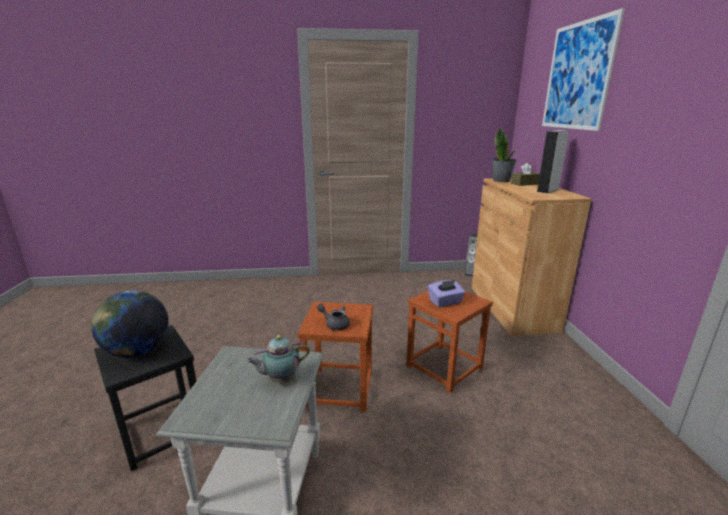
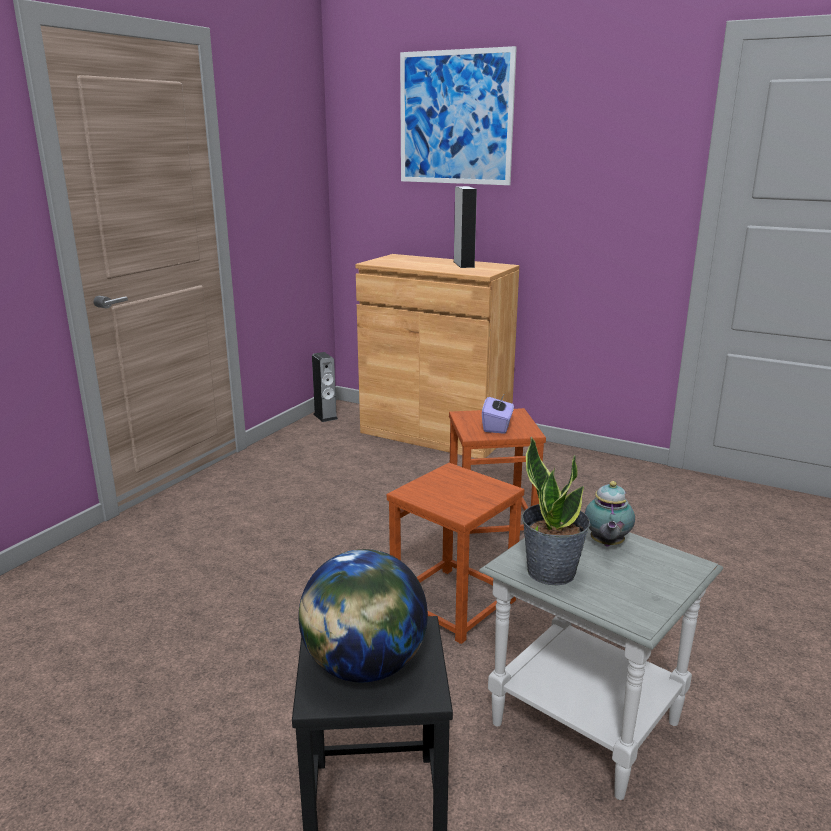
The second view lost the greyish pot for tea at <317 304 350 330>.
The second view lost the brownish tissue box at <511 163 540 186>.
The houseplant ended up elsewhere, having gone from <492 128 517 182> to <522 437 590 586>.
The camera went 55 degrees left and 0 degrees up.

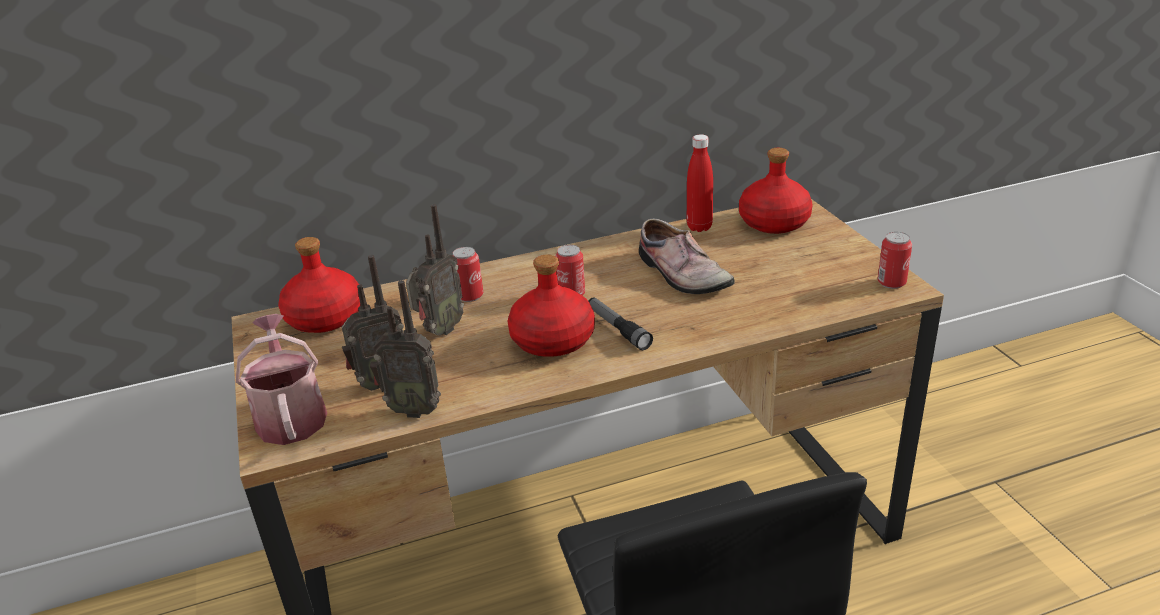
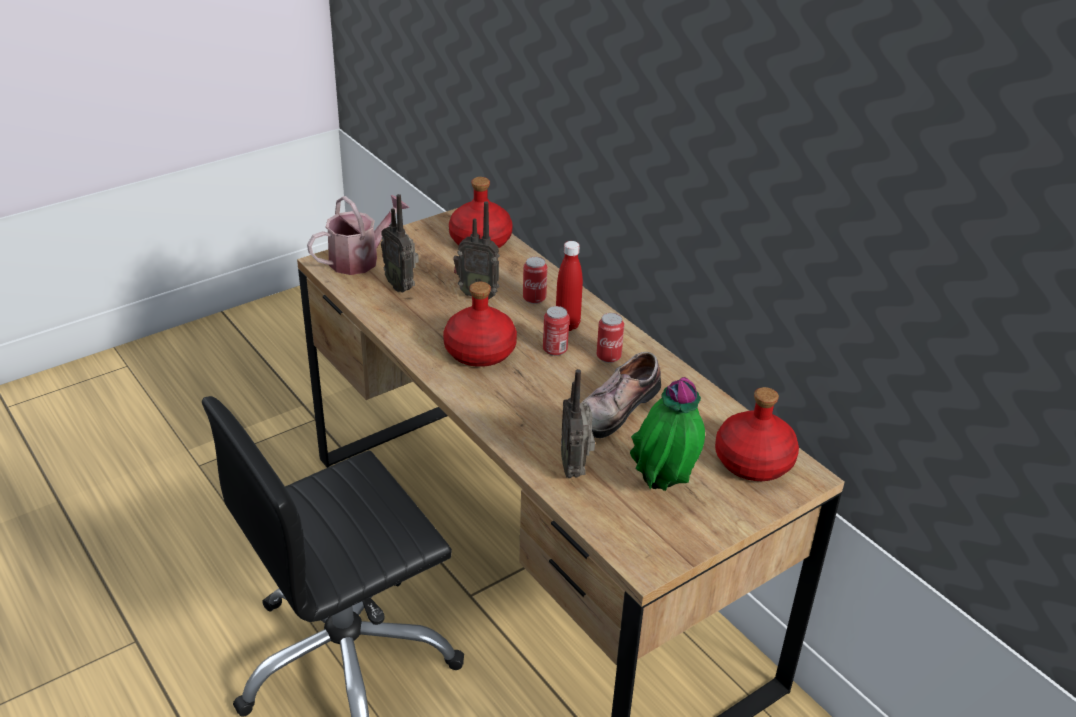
The second view lost the hand torch at <588 297 653 350>.
The second view gained the houseplant at <630 377 705 491>.
The radio set ended up elsewhere, having gone from <370 280 441 418> to <561 369 595 478>.
The reddish bottle ended up elsewhere, having gone from <687 134 713 232> to <556 241 583 331>.
The sealed can ended up elsewhere, having gone from <878 232 912 289> to <597 313 624 363>.
The camera went 70 degrees right and 5 degrees up.

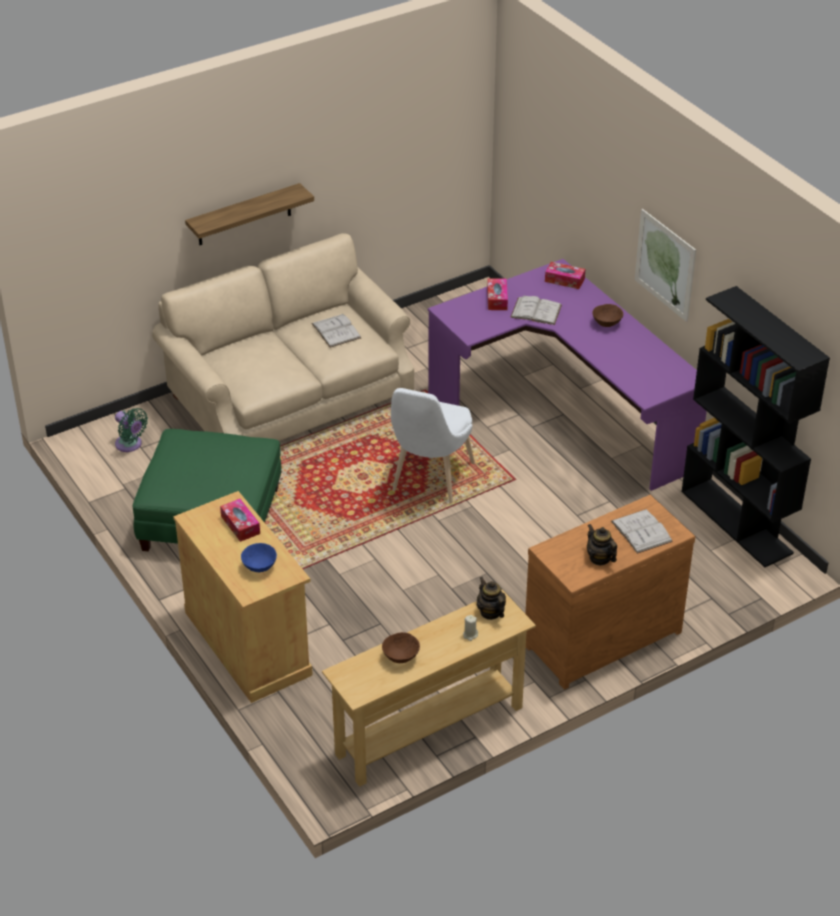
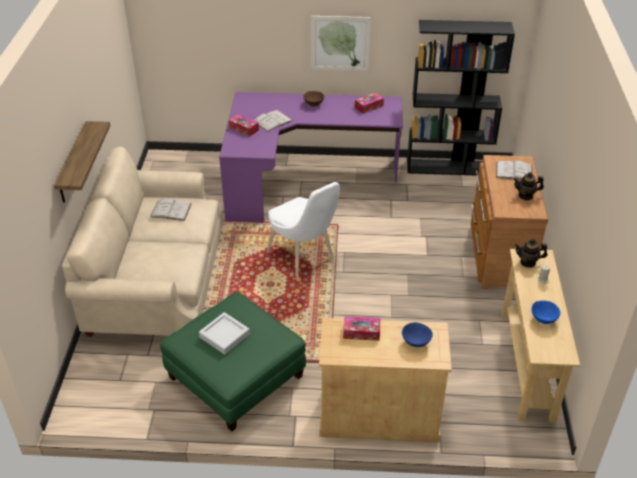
The second view lost the green-coloured cooling fan at <115 408 148 452>.
The second view gained the greyish serving tray at <199 312 250 355>.
The tissue box ended up elsewhere, having gone from <545 262 585 289> to <355 93 384 114>.
What was the brownish serving bowl at <382 632 420 663> turned into the bluish serving bowl at <531 301 560 324>.
The camera went 55 degrees left and 0 degrees up.

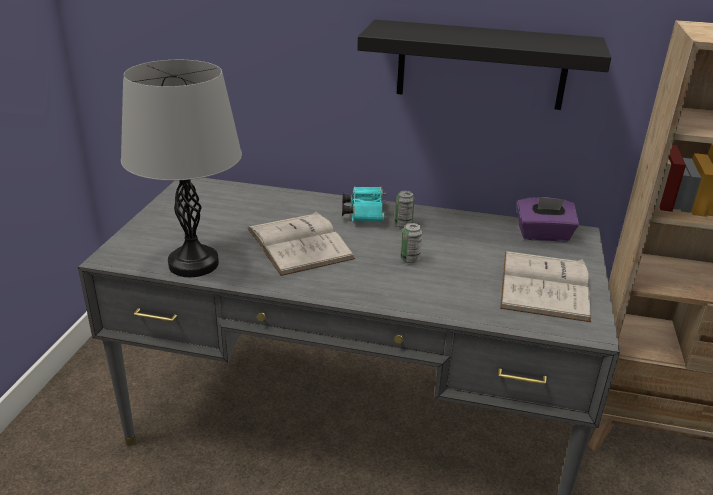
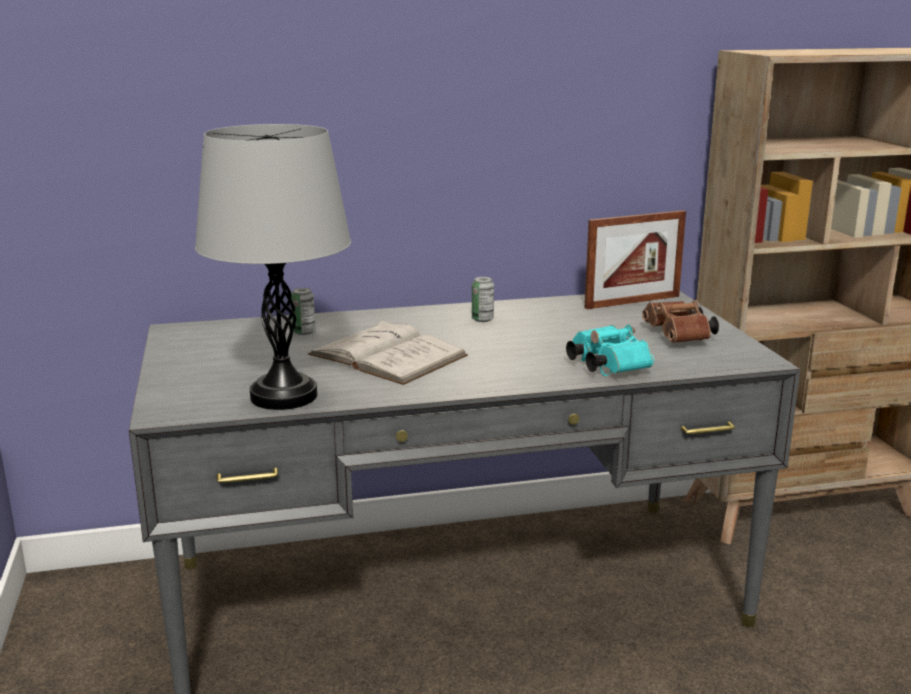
The second view lost the black-coloured bracket shelf at <357 20 611 110>.
The blue-green field glasses ended up elsewhere, having gone from <342 187 386 222> to <566 324 654 376>.
The sealed can ended up elsewhere, having gone from <400 223 422 263> to <291 288 315 335>.
Where the whitish book stood at <500 251 591 322>, the brownish field glasses came to stand at <642 300 719 343>.
Where the purplish tissue box stood at <517 197 579 242>, the picture frame came to stand at <585 210 686 309>.
The camera went 25 degrees left and 10 degrees down.

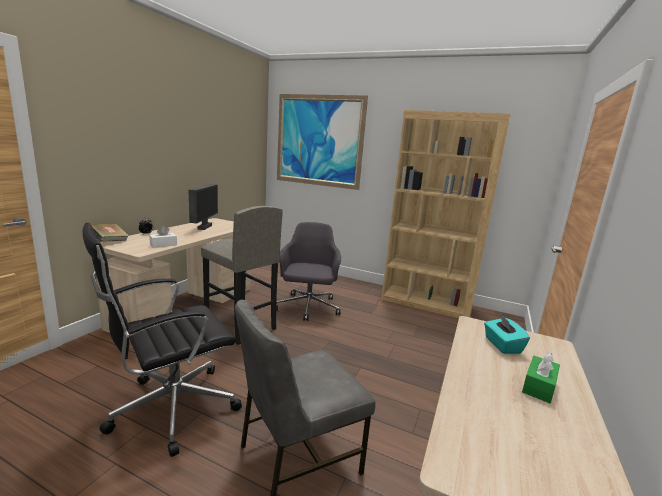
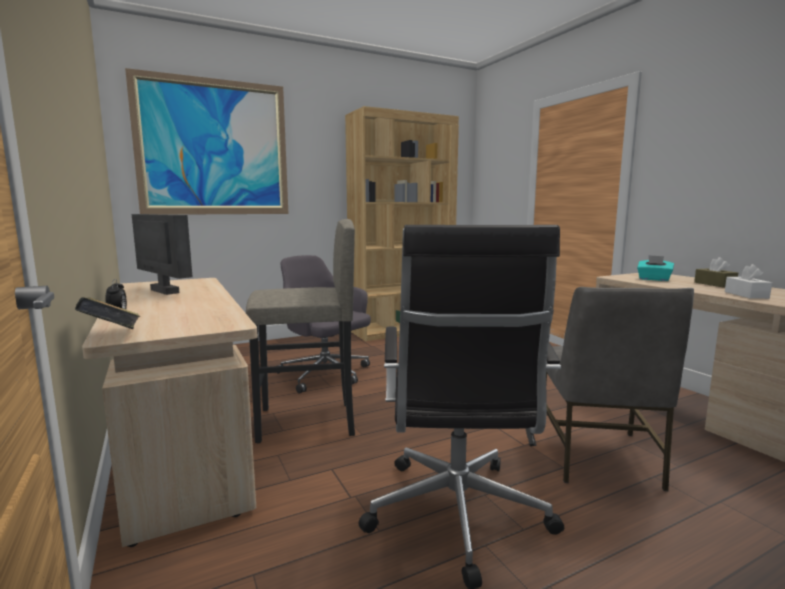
The whitish tissue box ended up elsewhere, having gone from <149 226 177 248> to <725 264 772 299>.
What was the green-coloured tissue box at <522 352 560 403> turned into the brownish tissue box at <694 257 738 287>.
The camera went 50 degrees left and 5 degrees down.

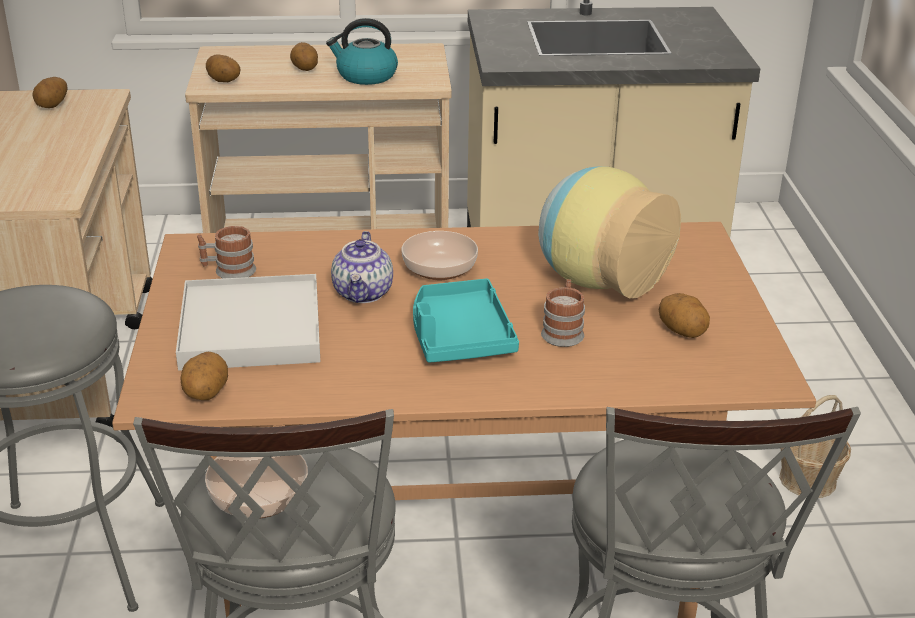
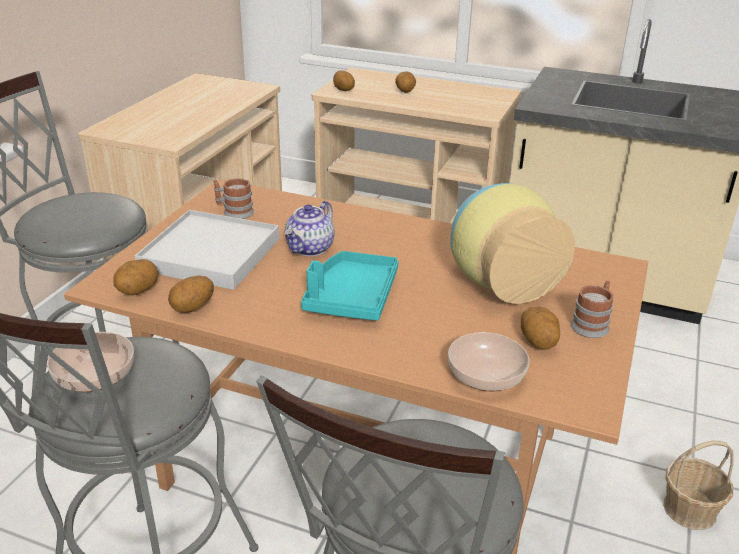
The second view lost the water kettle at <326 18 398 85>.
The whole potato ended up elsewhere, having gone from <32 77 68 108> to <168 275 214 313>.
The serving bowl ended up elsewhere, having gone from <401 231 478 280> to <448 332 530 391>.
The coffee mug ended up elsewhere, having gone from <541 279 585 347> to <571 281 614 338>.
The camera went 25 degrees right and 0 degrees up.

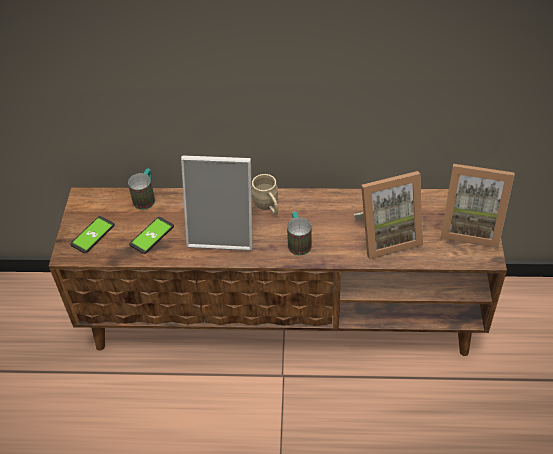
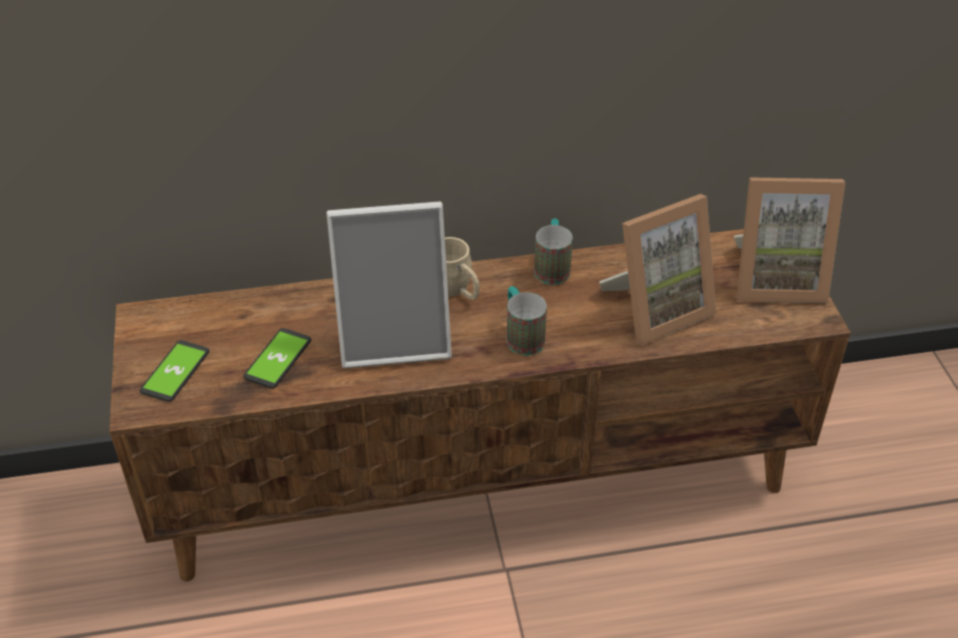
The coffee mug ended up elsewhere, having gone from <128 169 155 210> to <534 219 573 285>.
The camera went 15 degrees left and 5 degrees down.

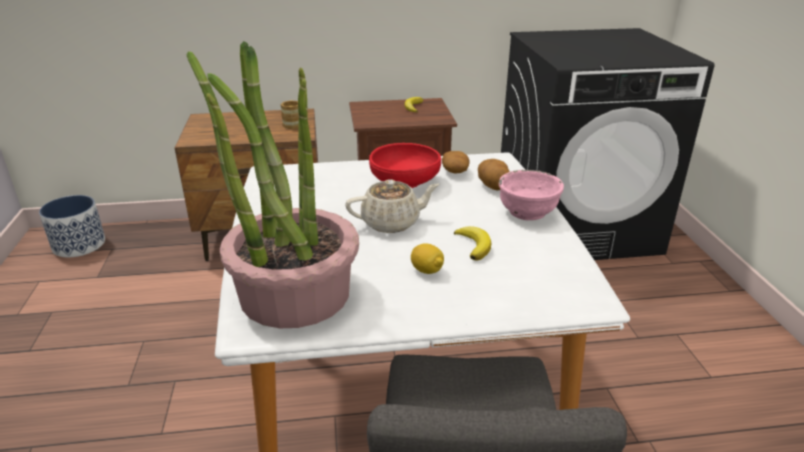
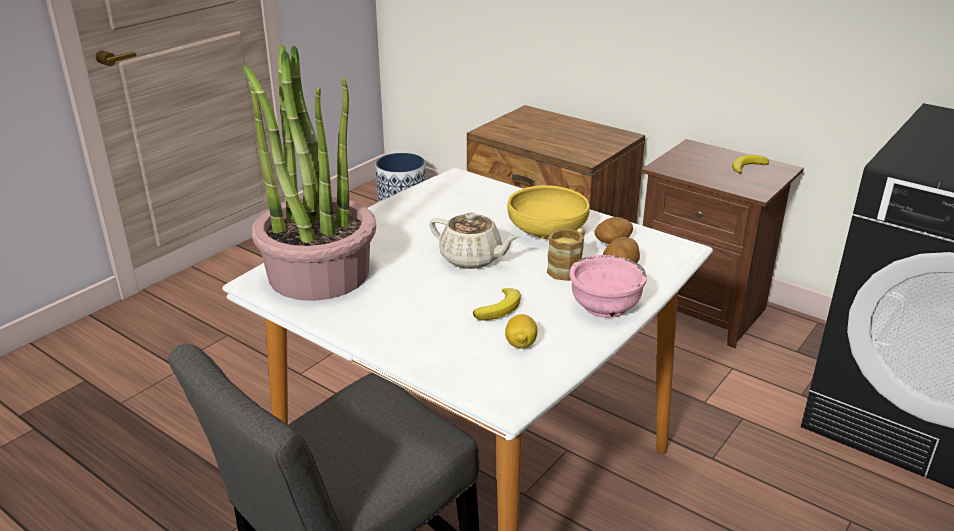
The coffee mug ended up elsewhere, having gone from <280 100 299 129> to <547 228 585 281>.
The whole lemon ended up elsewhere, having gone from <411 243 444 274> to <505 314 538 349>.
What was the reddish serving bowl at <369 143 441 188> turned into the yellow serving bowl at <507 185 590 239>.
The camera went 45 degrees right and 0 degrees up.

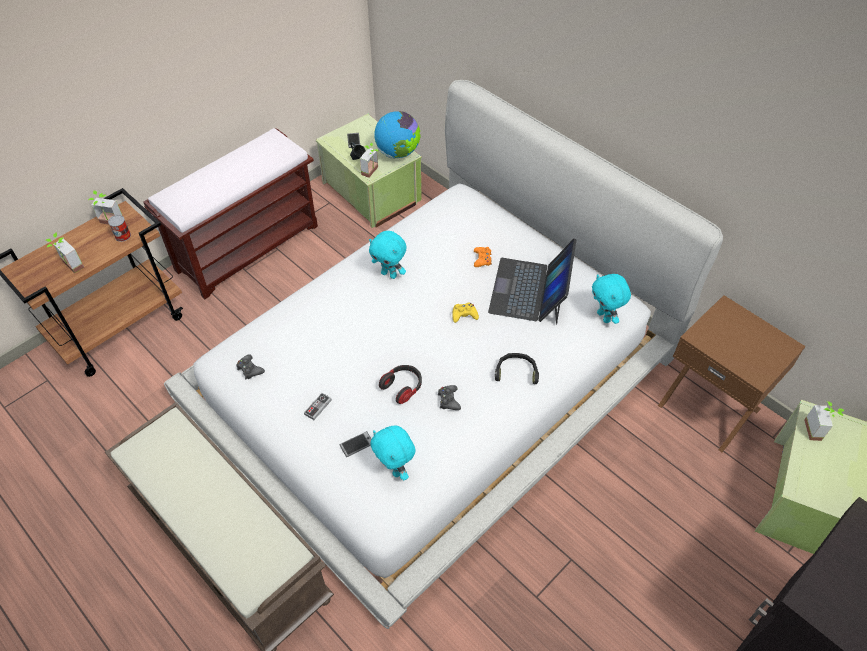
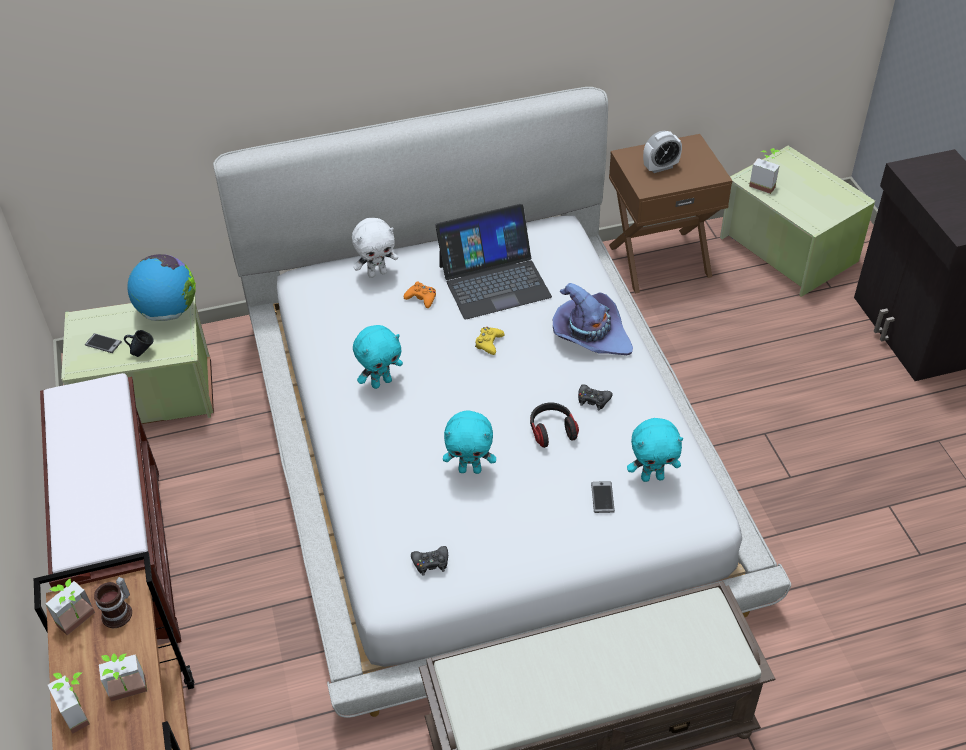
The second view lost the gamepad at <304 393 332 420>.
The second view gained the whitish plush toy at <352 218 398 278>.
The second view gained the table clock at <643 131 682 173>.
The houseplant ended up elsewhere, having gone from <360 143 378 178> to <48 672 90 734>.
The blue-green plush toy ended up elsewhere, having gone from <592 274 631 324> to <443 410 496 474>.
Where the sealed can stood at <108 215 131 242>, the coffee mug came to stand at <94 577 132 628>.
Where the black-coloured headset stood at <495 353 539 384>, the purplish hat came to stand at <553 283 633 355>.
The laptop at <488 239 576 325> ended up facing another way, 60 degrees counterclockwise from before.
The camera went 60 degrees left and 5 degrees down.

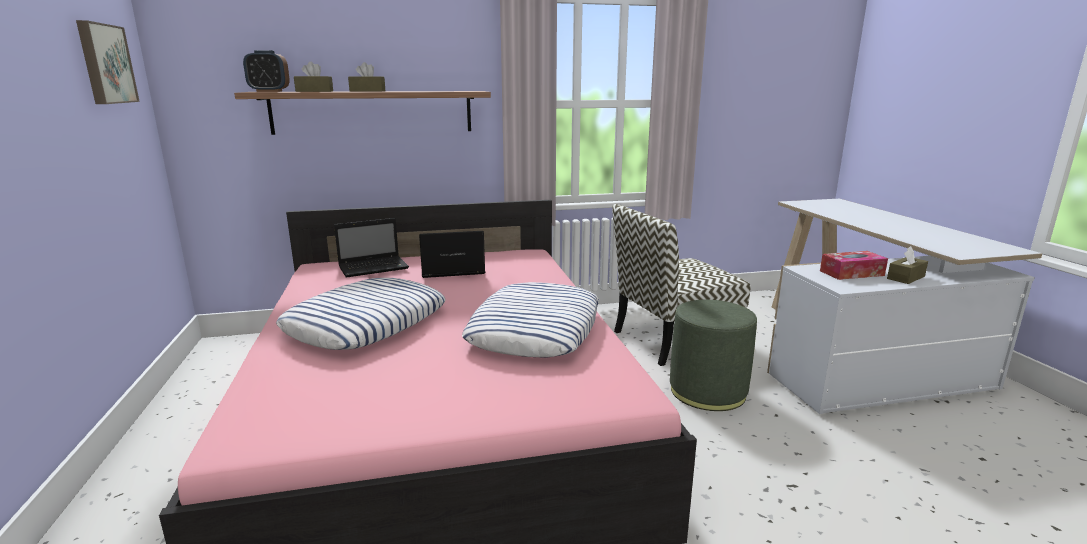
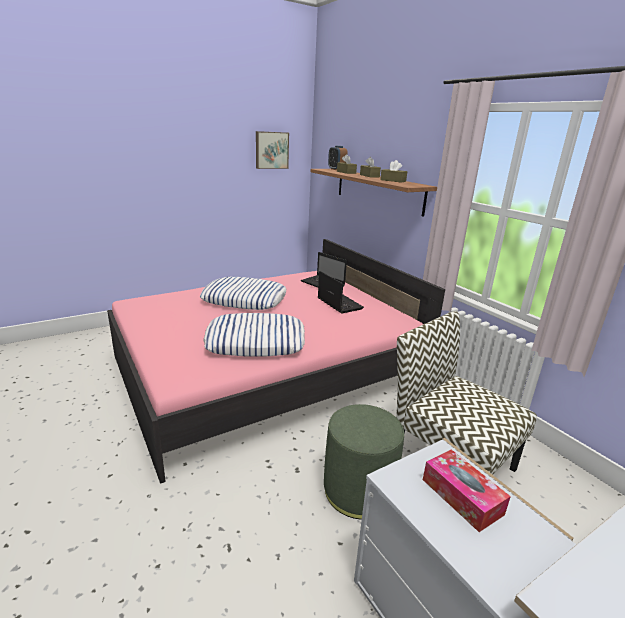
The brownish tissue box ended up elsewhere, having gone from <887 246 928 284> to <380 160 407 182>.
The camera went 70 degrees right and 5 degrees up.

